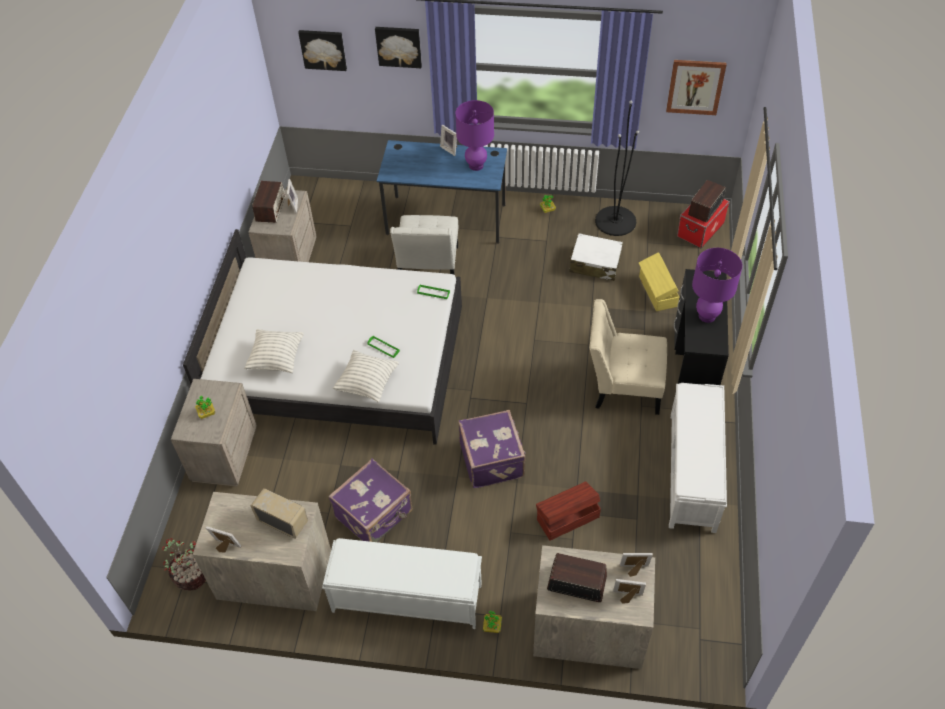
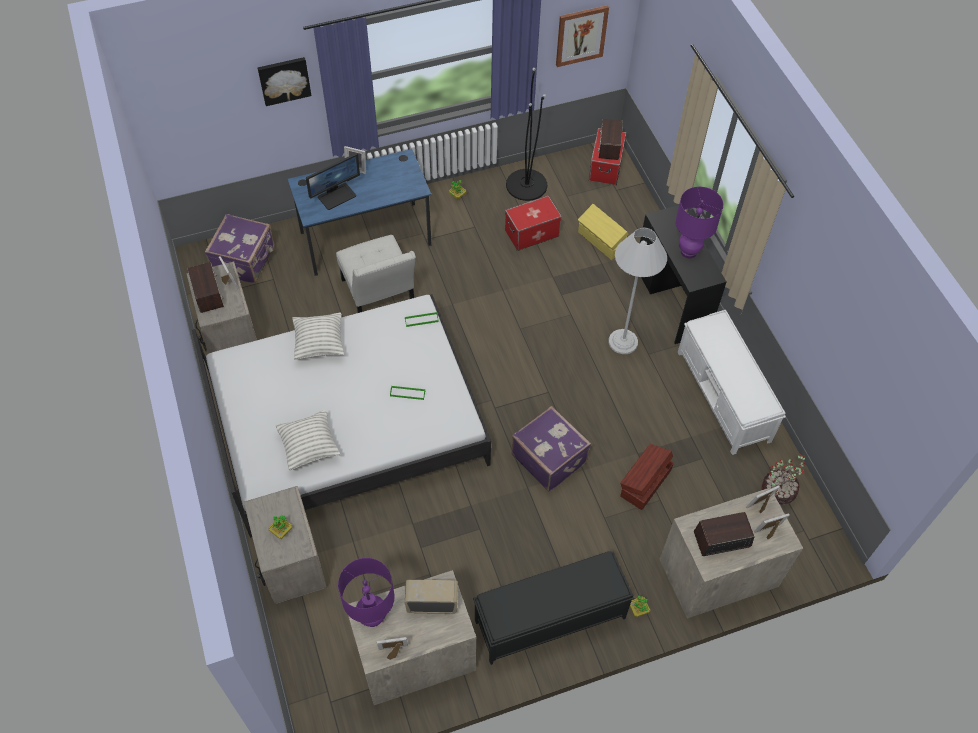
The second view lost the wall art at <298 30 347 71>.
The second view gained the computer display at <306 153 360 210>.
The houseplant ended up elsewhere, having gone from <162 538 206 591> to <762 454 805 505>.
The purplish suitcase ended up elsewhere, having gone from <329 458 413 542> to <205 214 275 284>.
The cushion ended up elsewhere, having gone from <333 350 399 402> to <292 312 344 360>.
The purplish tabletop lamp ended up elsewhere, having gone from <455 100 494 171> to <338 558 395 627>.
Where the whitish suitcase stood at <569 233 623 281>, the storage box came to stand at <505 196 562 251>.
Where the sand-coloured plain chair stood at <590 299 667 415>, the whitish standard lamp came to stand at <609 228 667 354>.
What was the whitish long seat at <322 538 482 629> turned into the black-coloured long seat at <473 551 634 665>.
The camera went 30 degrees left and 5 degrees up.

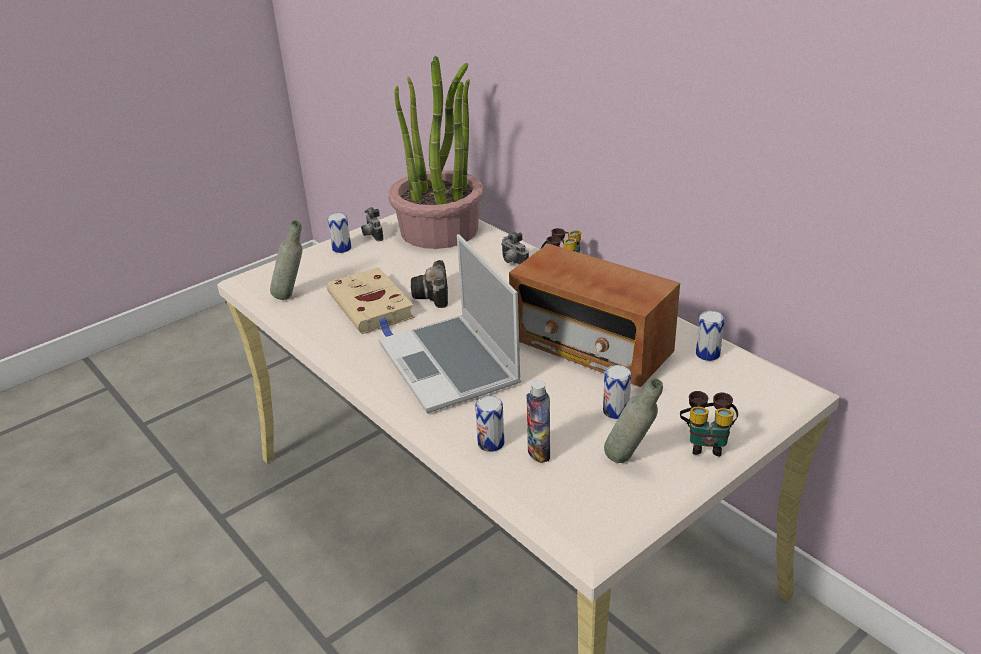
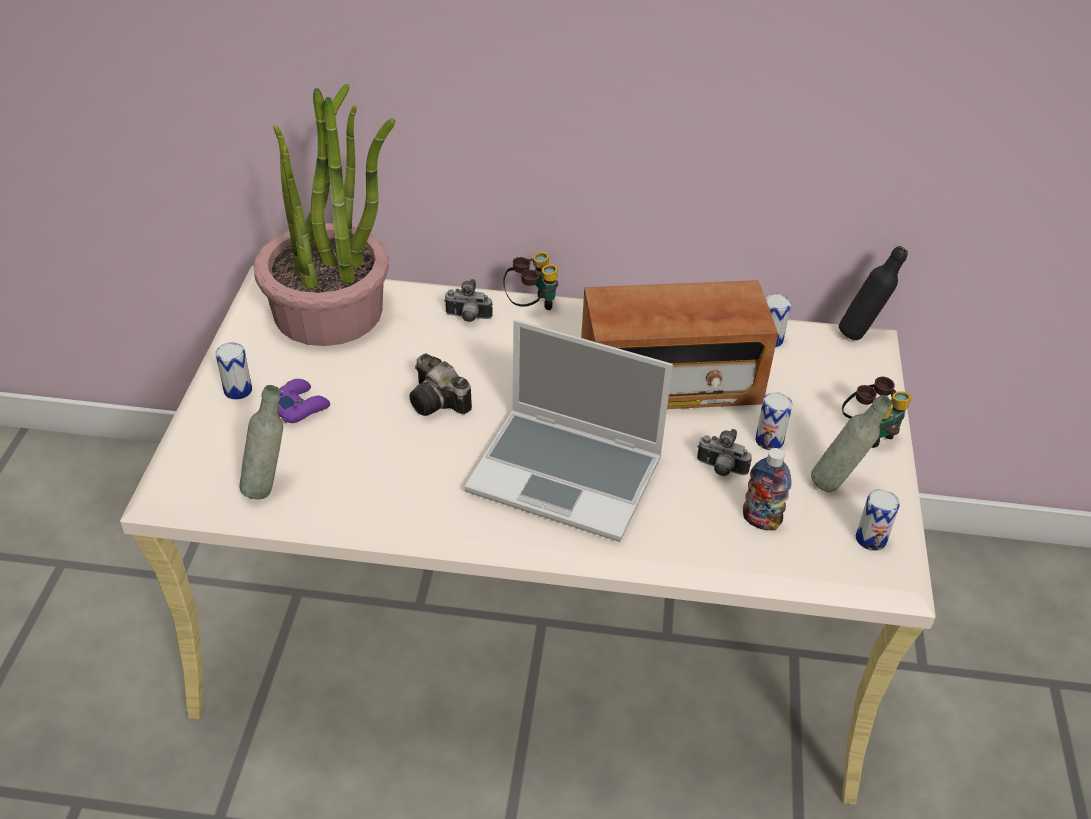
The second view lost the sand-coloured book at <327 267 415 337>.
The second view gained the purplish gamepad at <278 379 330 423>.
The second view gained the black-coloured bottle at <839 246 908 340>.
The still camera ended up elsewhere, having gone from <361 207 384 241> to <697 429 752 476>.
The sealed can ended up elsewhere, having gone from <475 396 504 452> to <856 489 900 551>.
The camera went 45 degrees left and 10 degrees up.

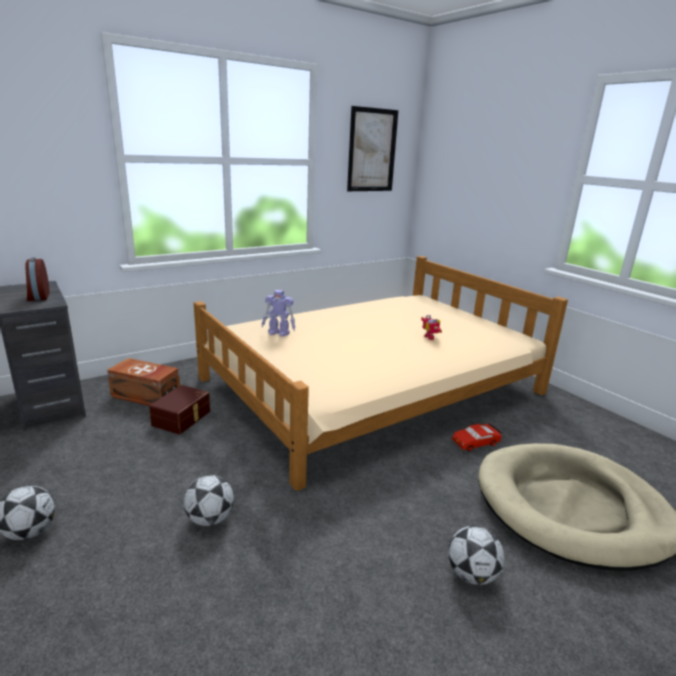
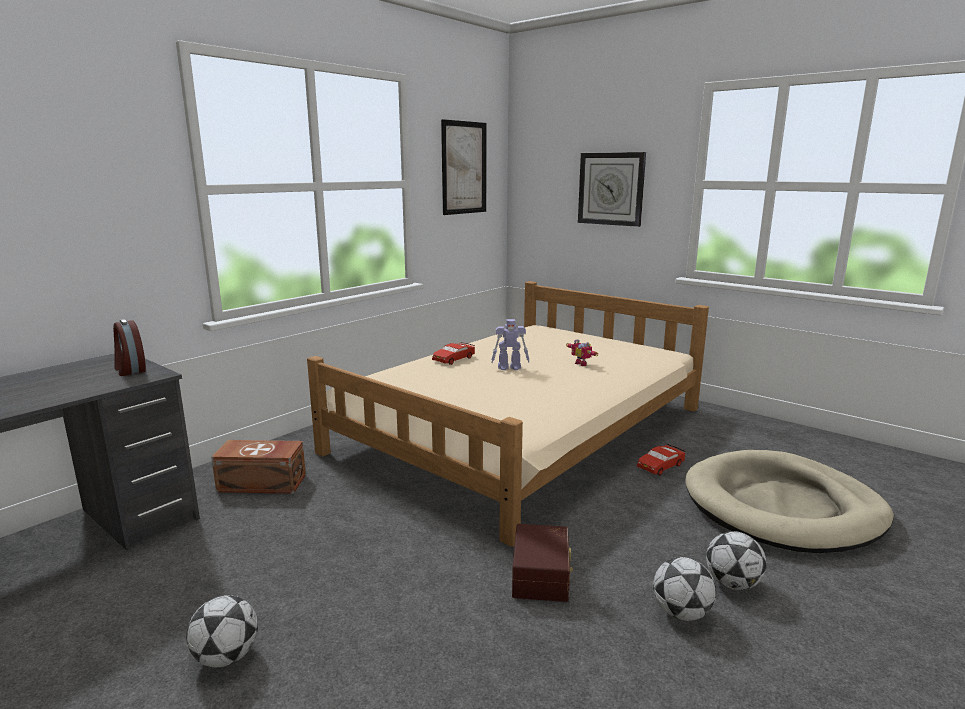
The second view gained the reddish toy car at <432 342 475 365>.
The second view gained the clock on the wall at <578 152 646 227>.
The brownish storage box ended up elsewhere, having gone from <149 385 210 434> to <512 524 573 602>.
The ball for football ended up elsewhere, having gone from <184 475 234 526> to <653 557 716 621>.
The robot figure ended up elsewhere, having gone from <262 290 295 337> to <491 319 529 370>.
The camera went 15 degrees left and 5 degrees down.

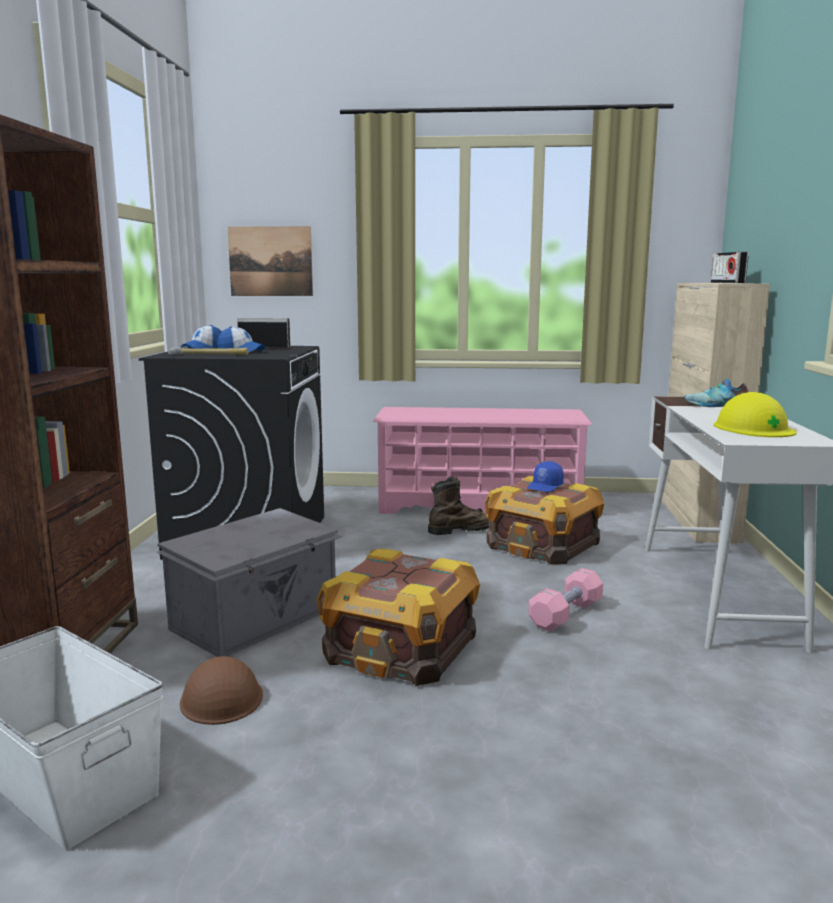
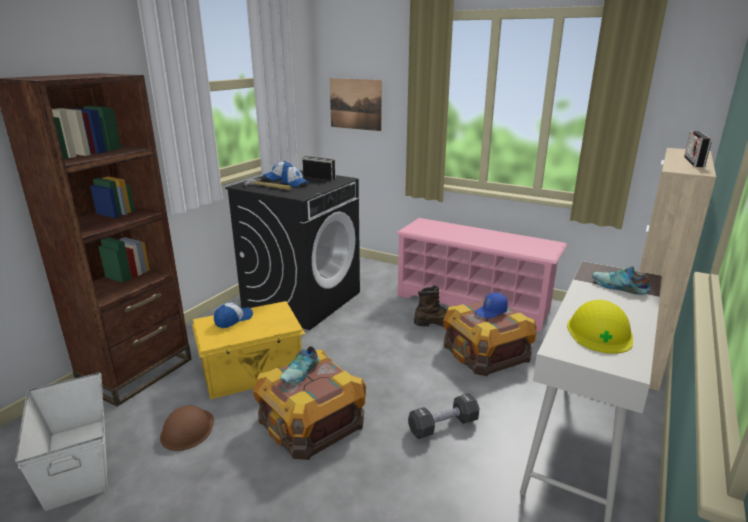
The second view gained the peaked cap at <214 303 253 328>.
The second view gained the low shoe at <280 346 319 383>.
What was the greyish storage box at <156 508 343 657> turned into the yellow storage box at <192 301 305 400>.
What was the pink-coloured hand weight at <528 568 603 632> turned into the black-coloured hand weight at <408 393 480 439>.
The camera went 25 degrees right and 10 degrees up.

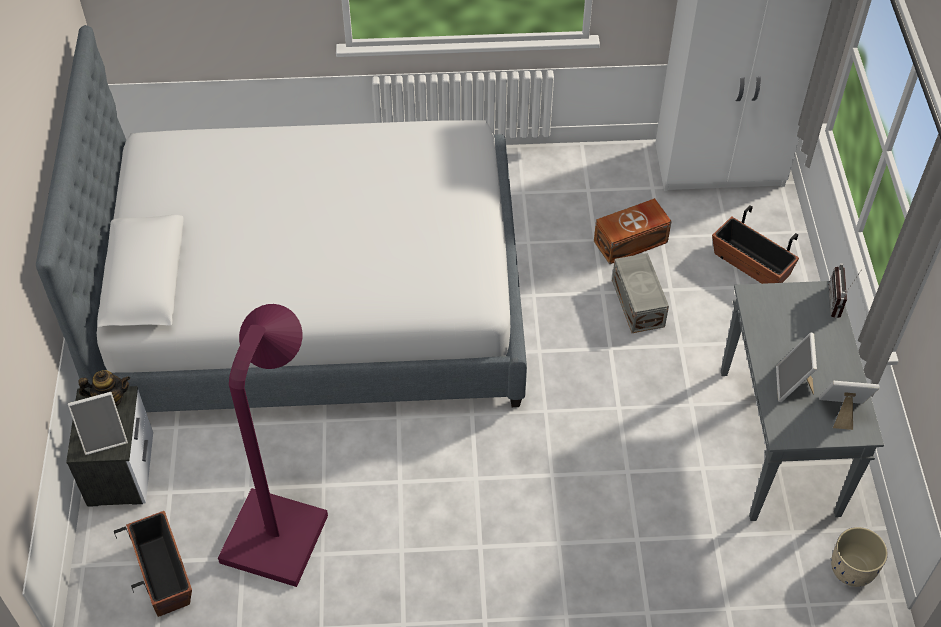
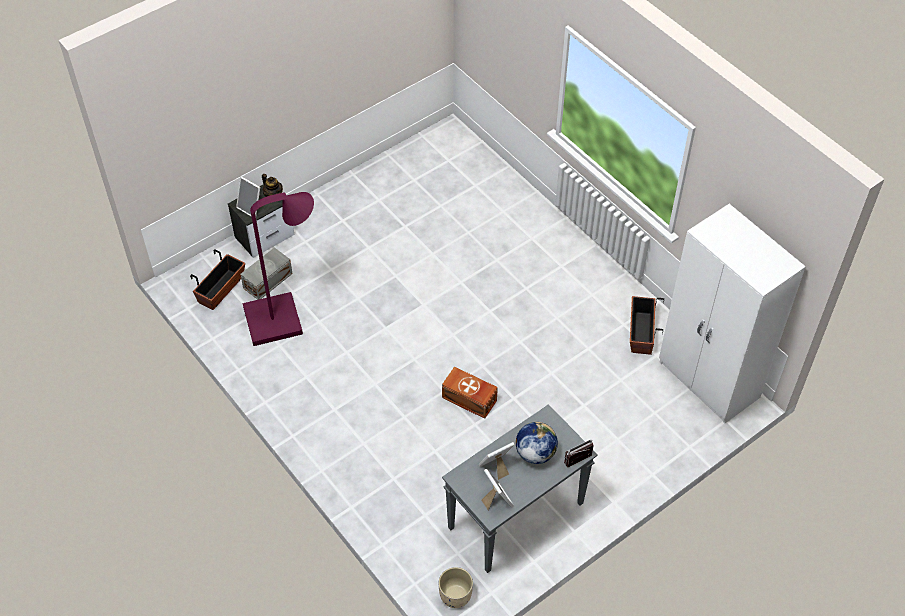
The second view lost the bed at <36 25 527 412>.
The second view gained the globe at <516 422 558 464>.
The brownish storage box ended up elsewhere, having gone from <594 198 672 264> to <442 367 498 419>.
The greyish storage box ended up elsewhere, having gone from <612 253 669 333> to <240 247 293 300>.
The planter ended up elsewhere, having gone from <712 205 799 284> to <630 296 664 355>.
The camera went 55 degrees right and 0 degrees up.

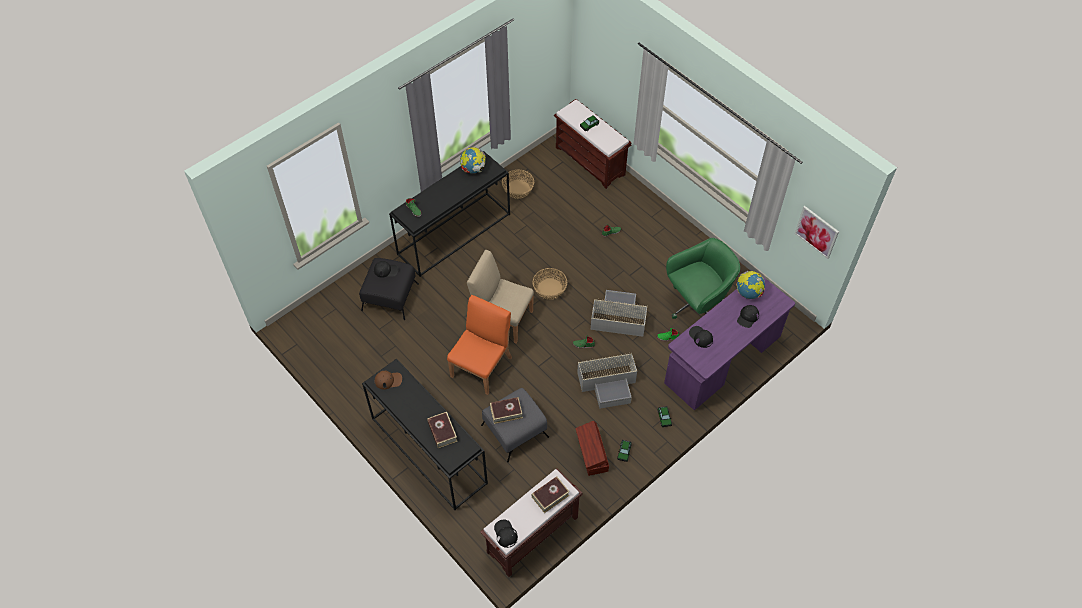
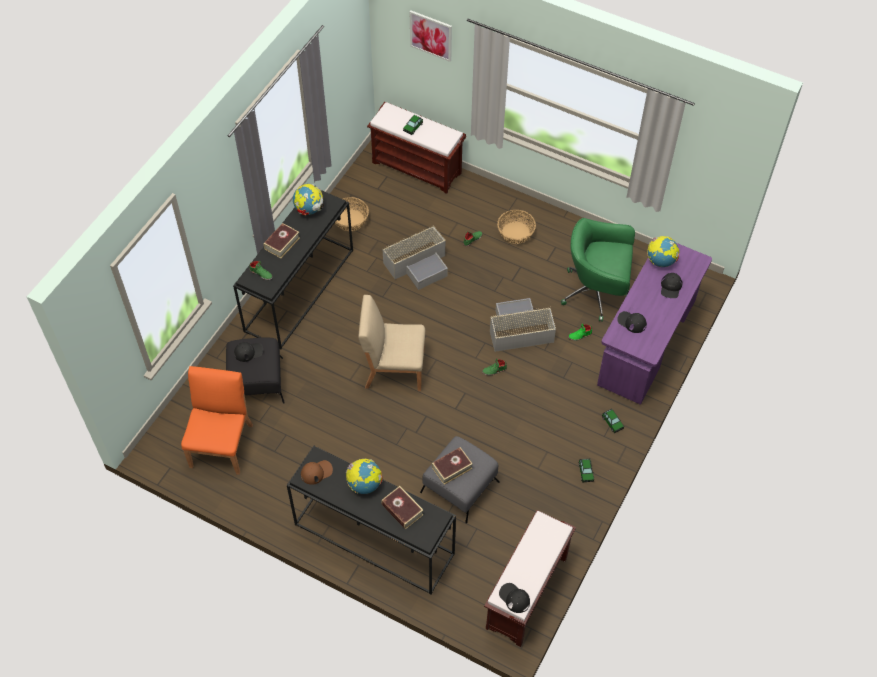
The second view lost the brownish storage box at <575 421 609 476>.
The second view gained the globe at <346 459 382 494>.
The orangey plain chair ended up elsewhere, having gone from <447 295 512 395> to <181 366 253 475>.
The book ended up elsewhere, having gone from <532 476 569 513> to <263 223 300 258>.
The storage basket ended up elsewhere, having gone from <533 268 567 300> to <497 210 536 244>.
The greyish storage box ended up elsewhere, having gone from <577 353 637 409> to <382 226 448 290>.
The wall art ended up elsewhere, having gone from <795 206 839 259> to <410 10 452 62>.
The green-coloured desk chair at <666 238 740 319> ended up facing another way, 120 degrees counterclockwise from before.
The camera went 20 degrees left and 0 degrees up.

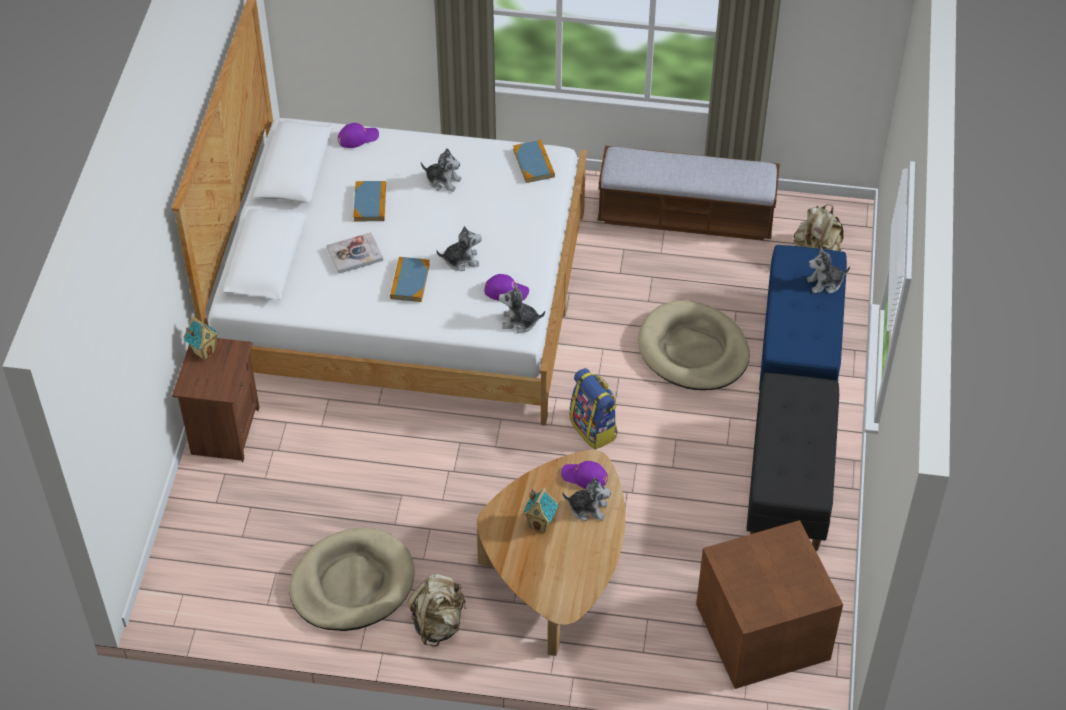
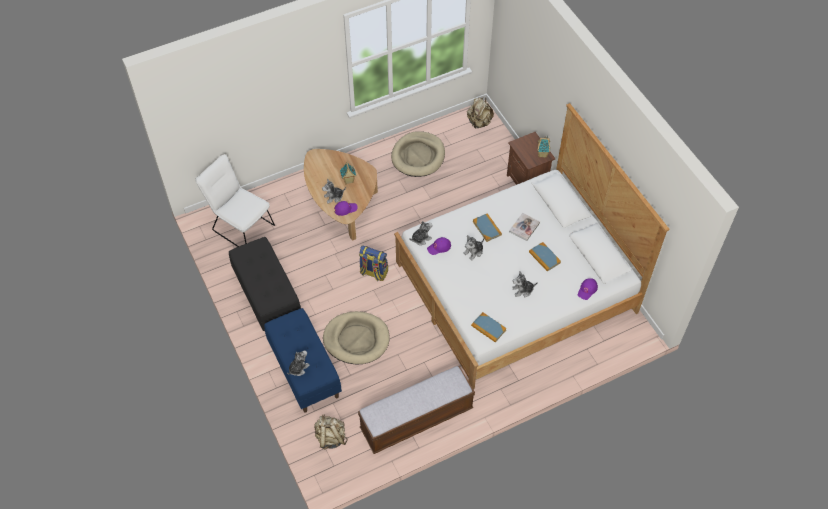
The sand-coloured rucksack ended up elsewhere, having gone from <408 574 466 647> to <467 97 494 129>.
Where the brownish storage box stood at <696 520 843 689>, the whitish plain chair came to stand at <195 154 275 247>.
The camera went 145 degrees right and 5 degrees up.

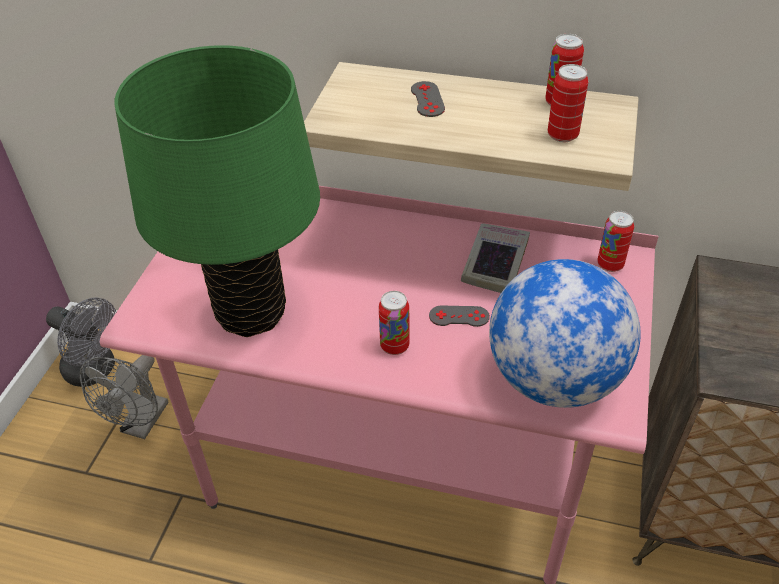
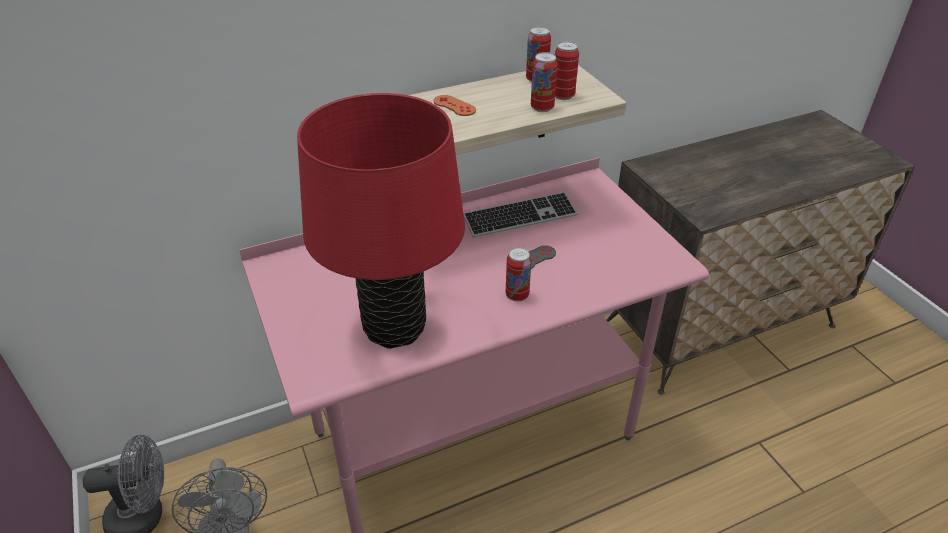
The second view lost the globe at <489 259 640 408>.
The sealed can ended up elsewhere, having gone from <597 211 634 272> to <531 52 558 112>.
Where the book stood at <461 223 530 293>, the PC keyboard came to stand at <464 192 578 238>.
What was the green-coloured tabletop lamp at <114 45 320 337> turned into the reddish tabletop lamp at <297 93 465 349>.
What was the greyish gamepad at <411 81 445 117> turned into the orangey gamepad at <433 95 476 116>.
The camera went 40 degrees left and 5 degrees down.

